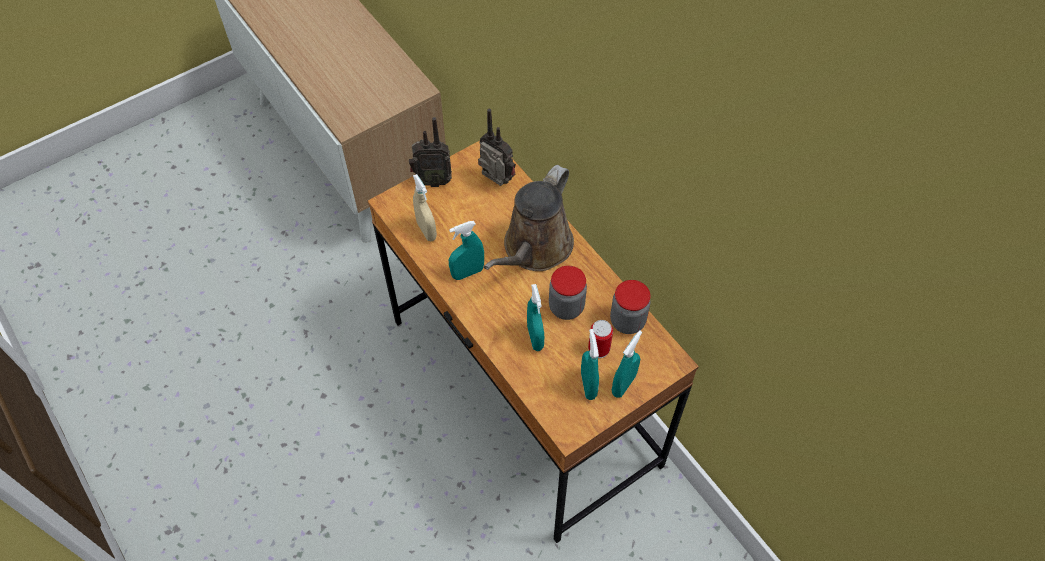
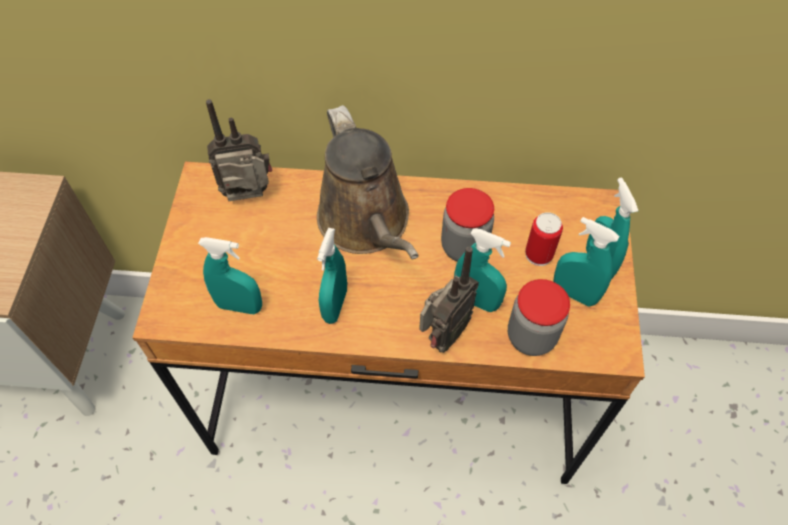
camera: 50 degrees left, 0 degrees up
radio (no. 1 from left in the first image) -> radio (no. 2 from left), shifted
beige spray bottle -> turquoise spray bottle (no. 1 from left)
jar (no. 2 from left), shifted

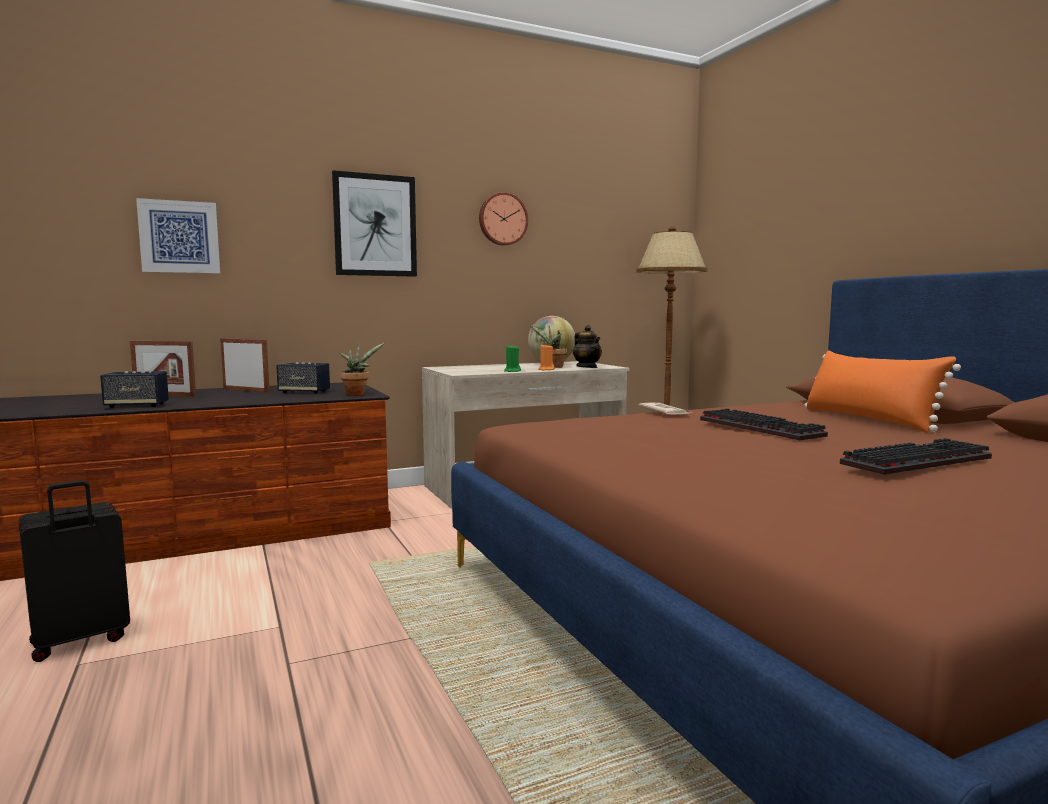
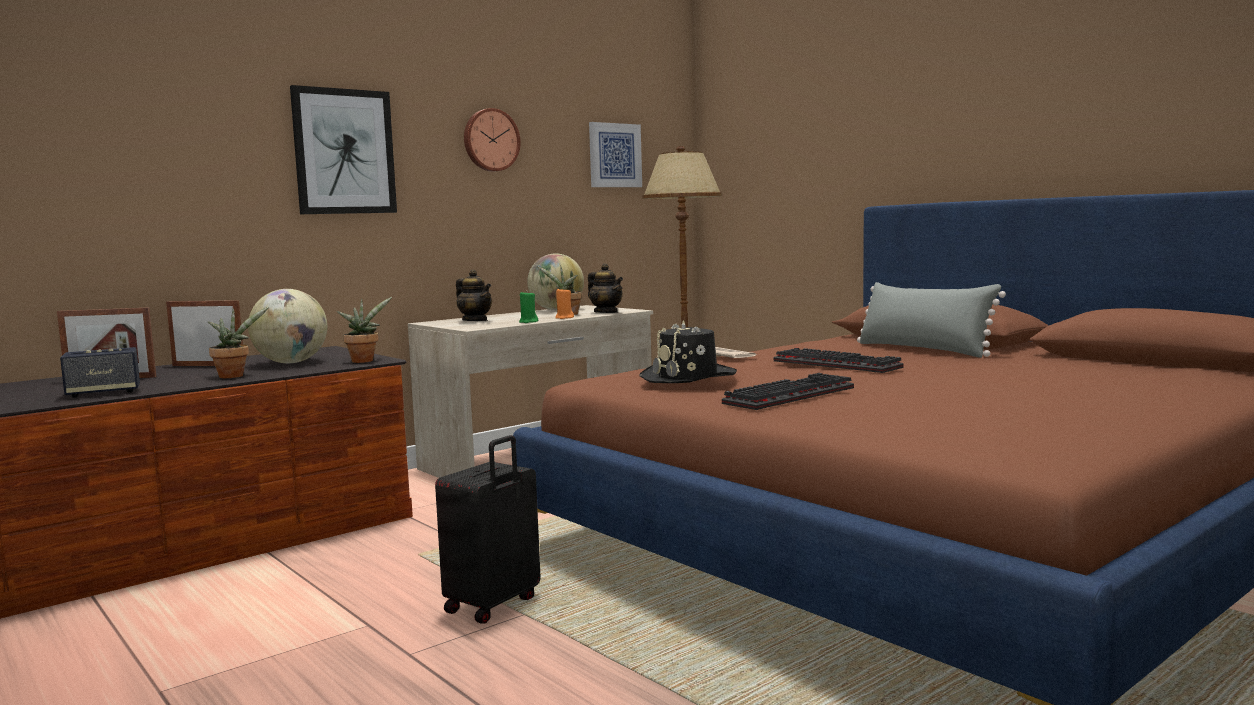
camera: 15 degrees left, 0 degrees up
black suitcase, shifted
picture (no. 1 from left in the first image) -> picture (no. 2 from left), shifted
speaker (no. 2 from left) -> globe (no. 1 from left)
orange pillow -> grey pillow
keyboard (no. 2 from left in the first image) -> keyboard (no. 1 from left), shifted
none -> potted plant (no. 1 from left)
none -> teapot (no. 1 from left)
none -> black hat

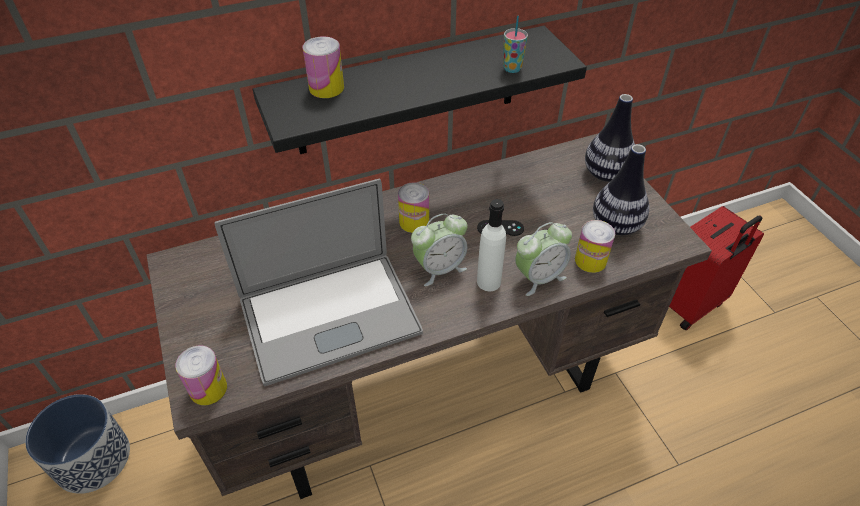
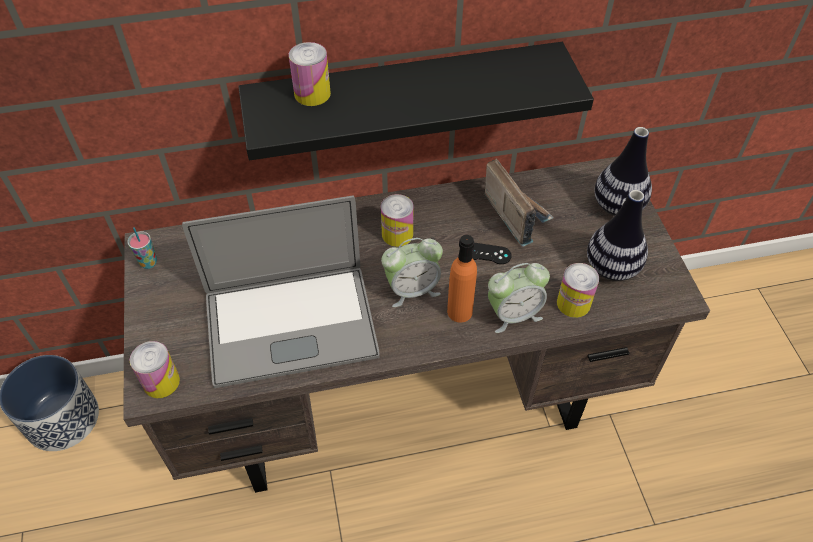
camera: 10 degrees right, 5 degrees up
white bottle -> orange bottle
cup, shifted
red suitcase -> none
none -> radio

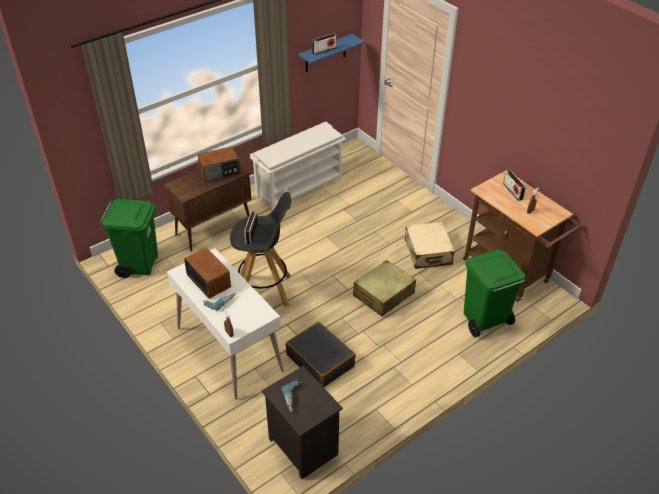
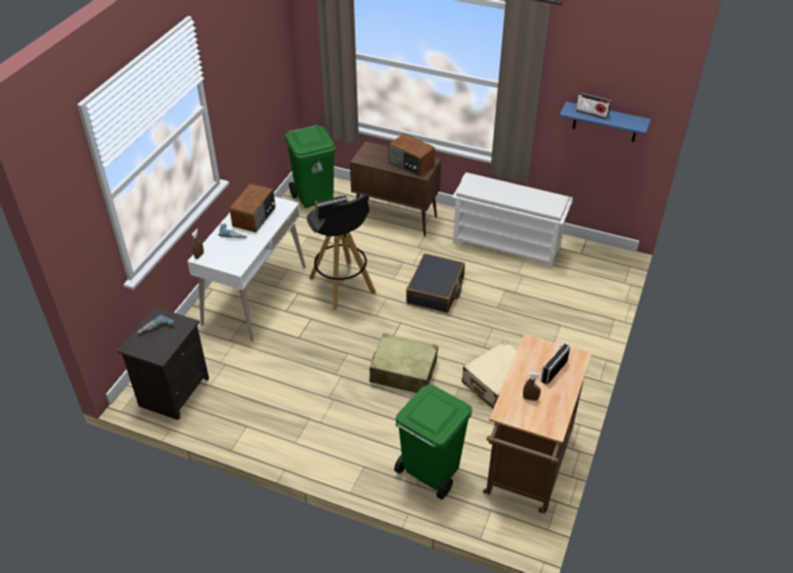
camera: 60 degrees right, 0 degrees up
black suitcase, shifted

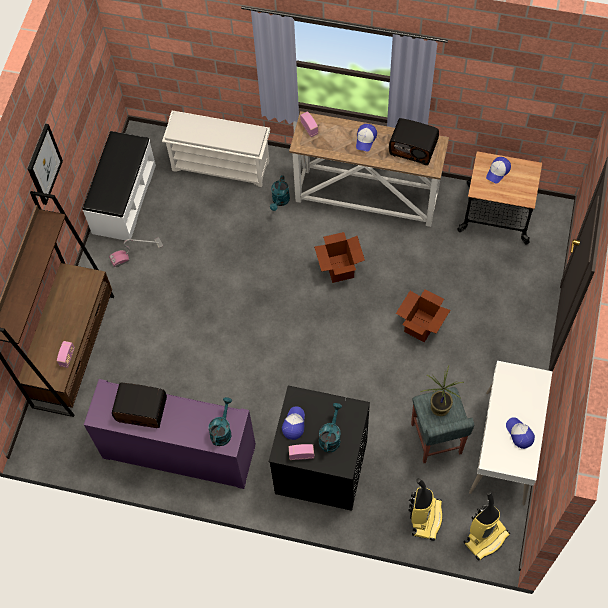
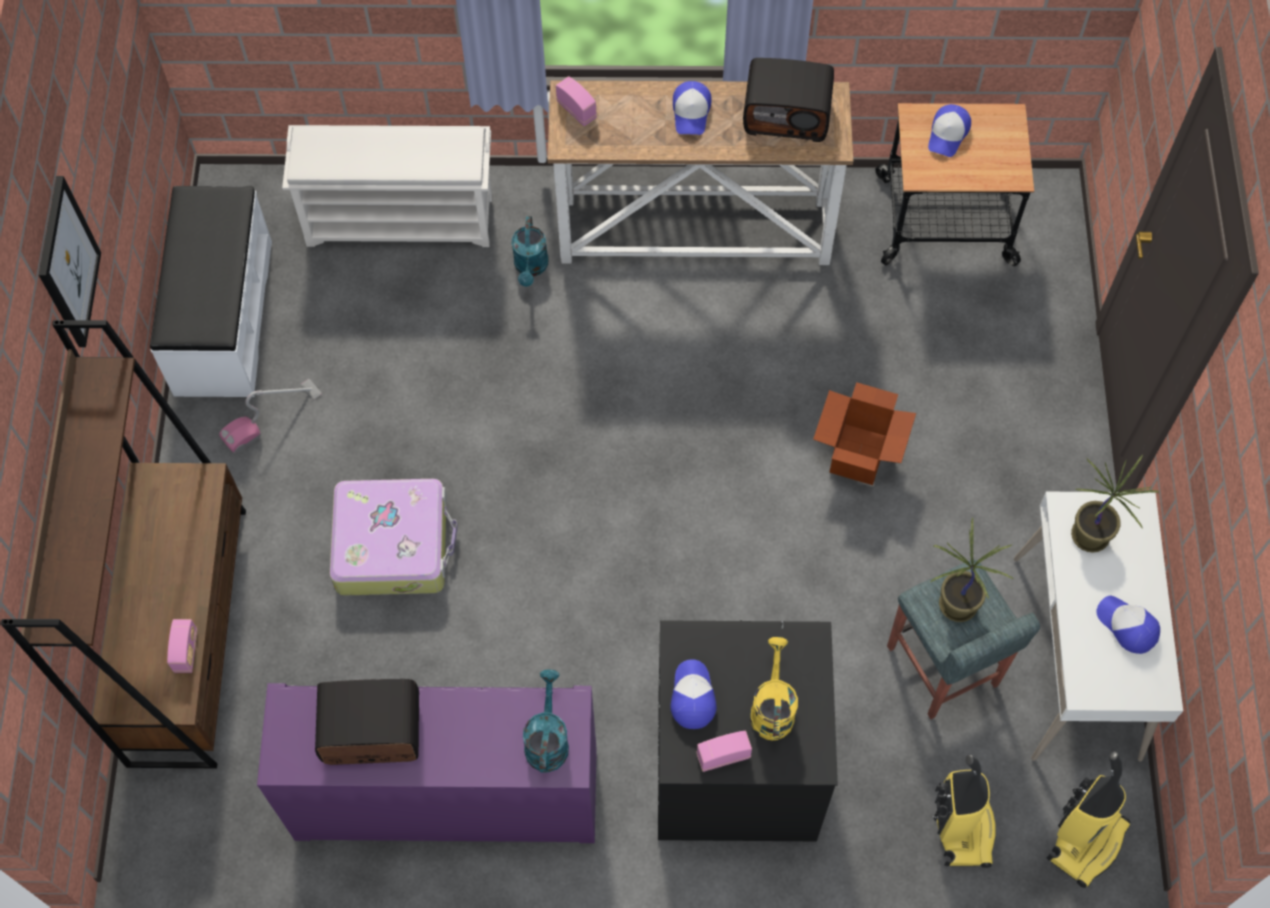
camera: 15 degrees left, 0 degrees up
cardboard box (no. 1 from left) -> none
turquoise watering can (no. 3 from left) -> yellow watering can
none -> suitcase
none -> potted plant (no. 2 from left)

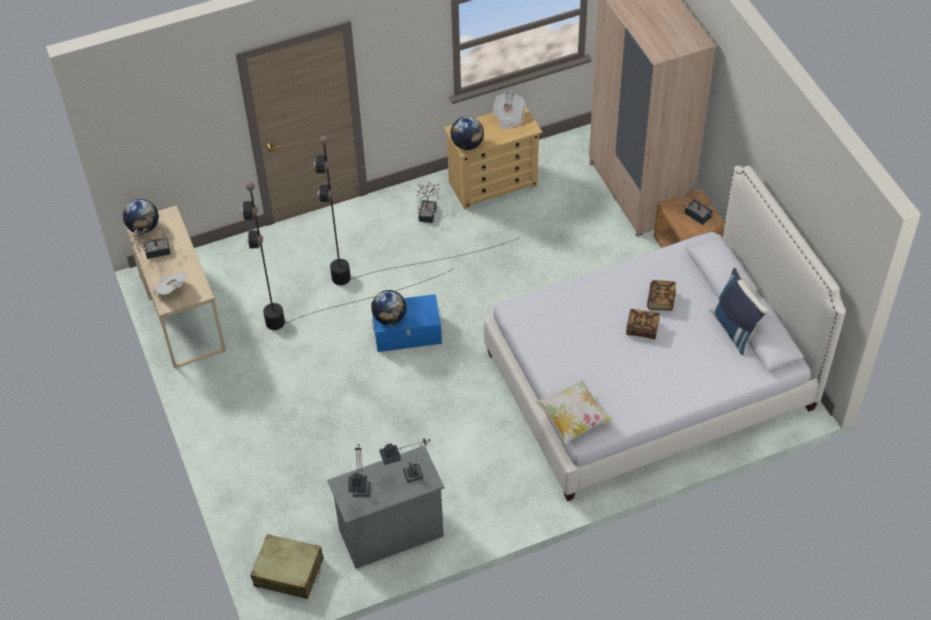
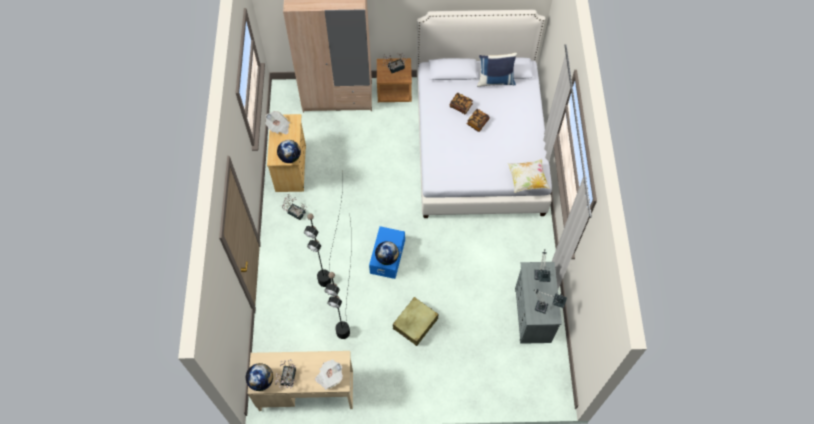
camera: 70 degrees left, 10 degrees up
beige suitcase, shifted

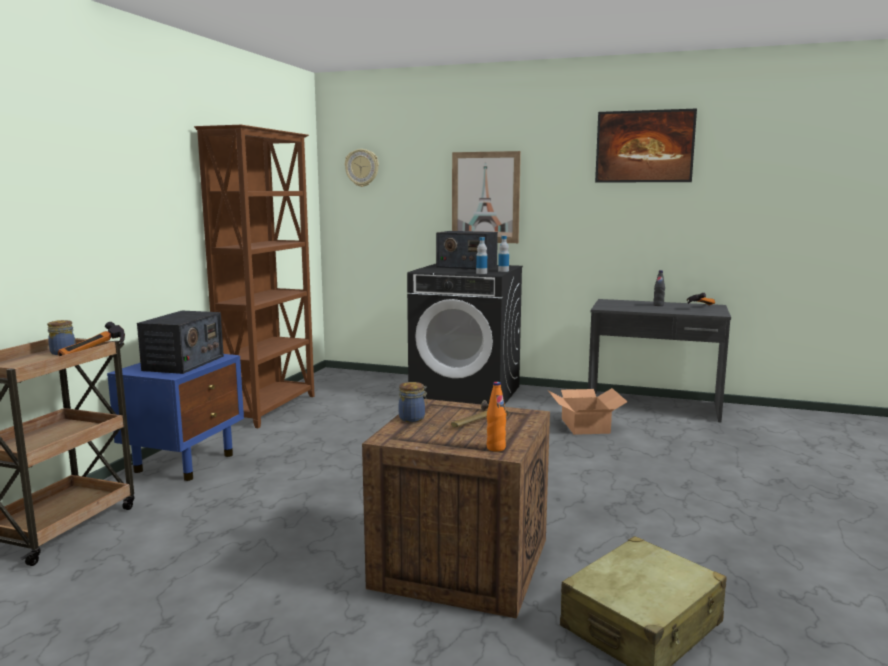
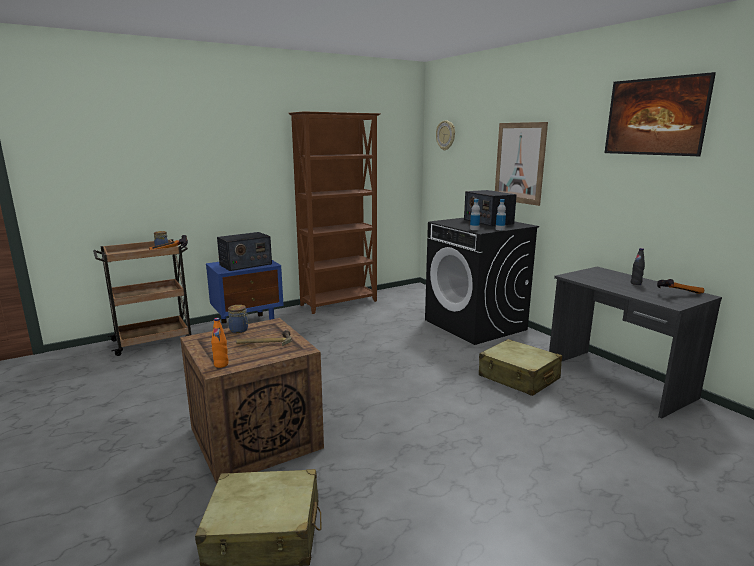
camera: 40 degrees right, 5 degrees up
cardboard box -> beige suitcase (no. 2 from left)

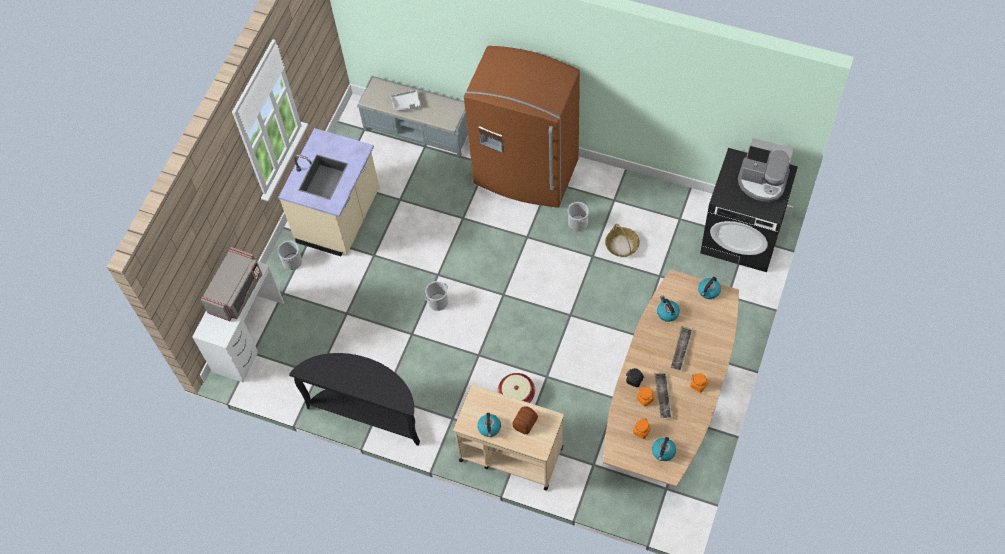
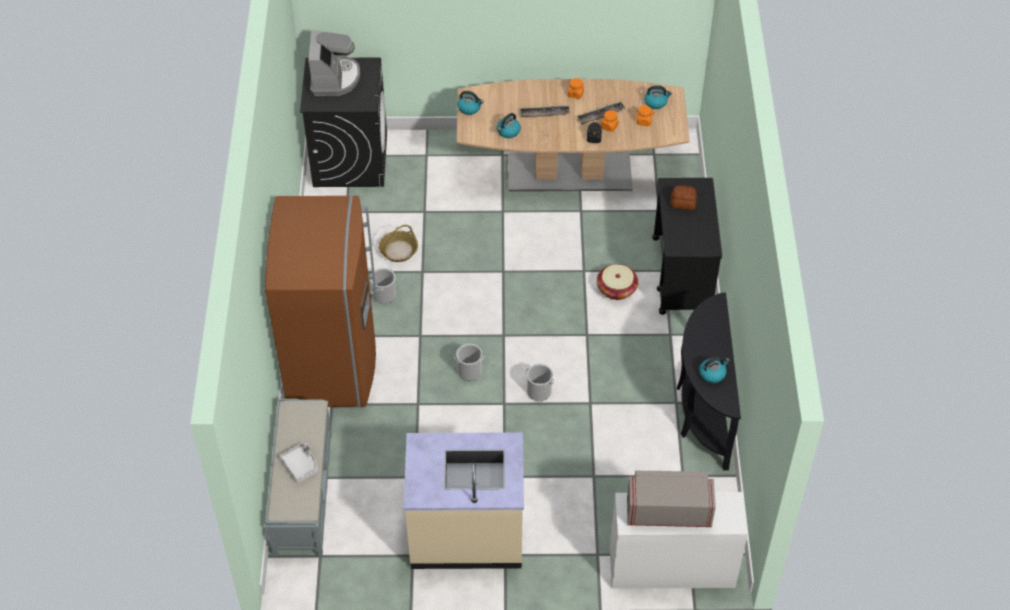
camera: 115 degrees left, 10 degrees down
bucket (no. 1 from left in the first image) -> bucket (no. 2 from left), shifted
beige cart -> black cart
kettle (no. 1 from left in the first image) -> kettle (no. 4 from left), shifted

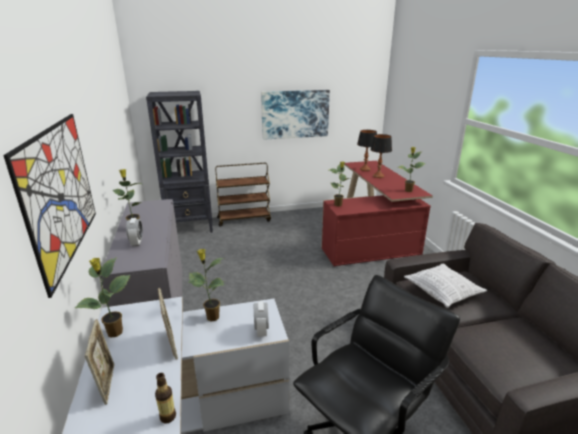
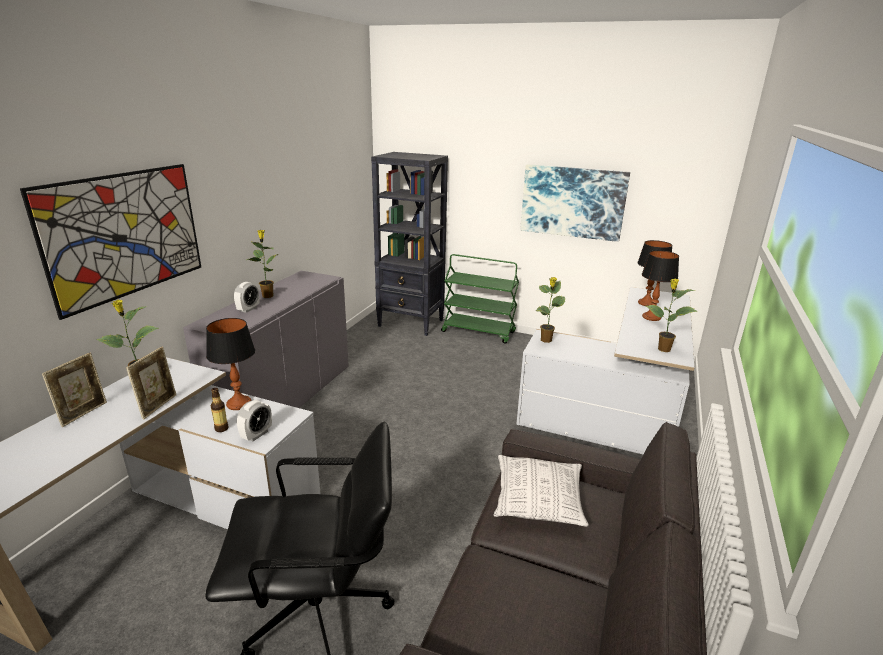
camera: 35 degrees right, 0 degrees up
bottle, shifted
potted plant (no. 3 from left) -> table lamp (no. 1 from left)
brown cart -> green cart
red desk -> white desk (no. 2 from left)

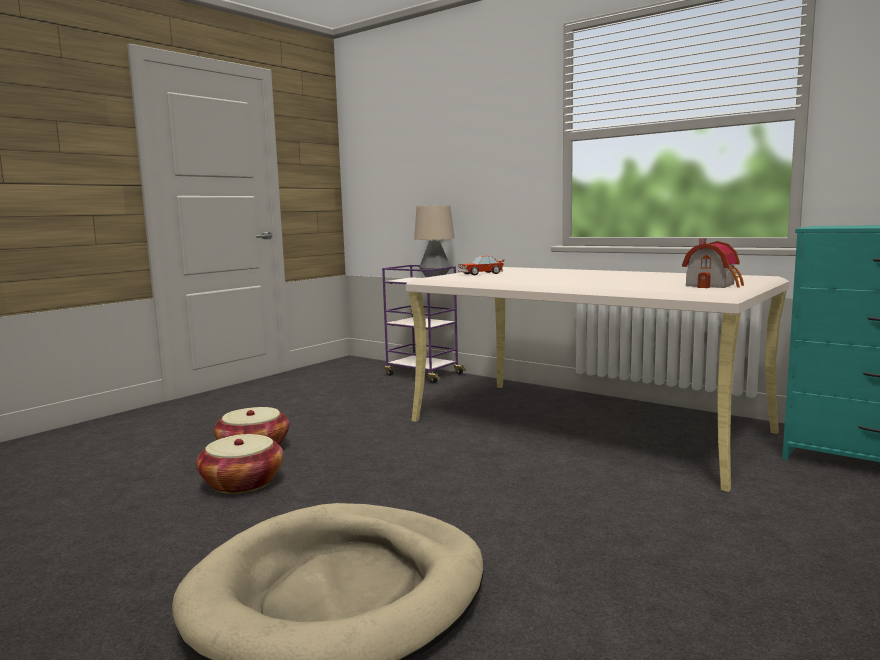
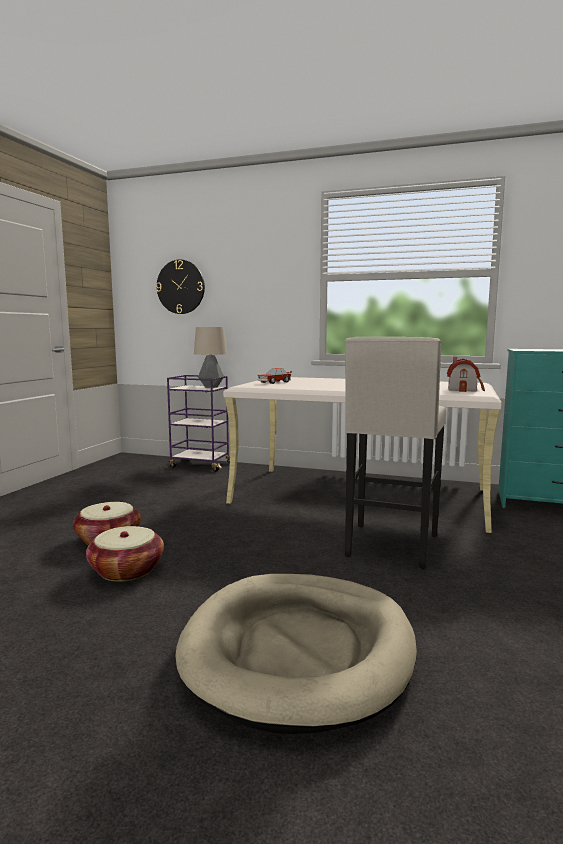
camera: 20 degrees left, 0 degrees up
none -> wall clock
none -> beige stool

